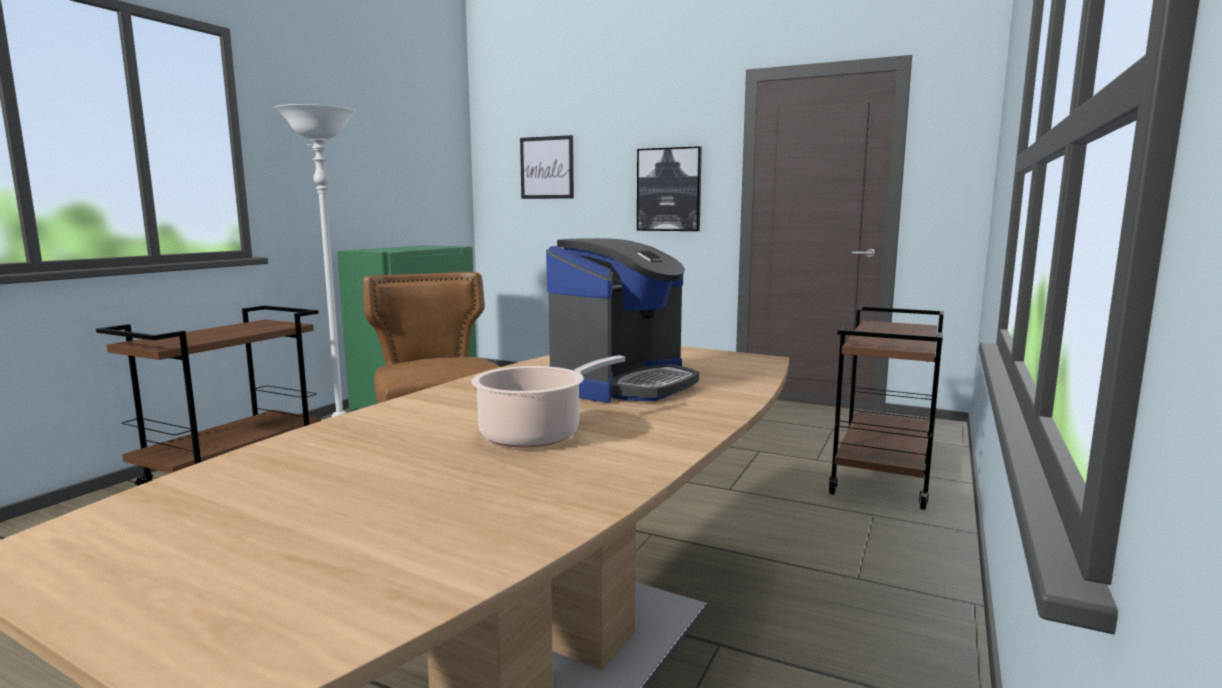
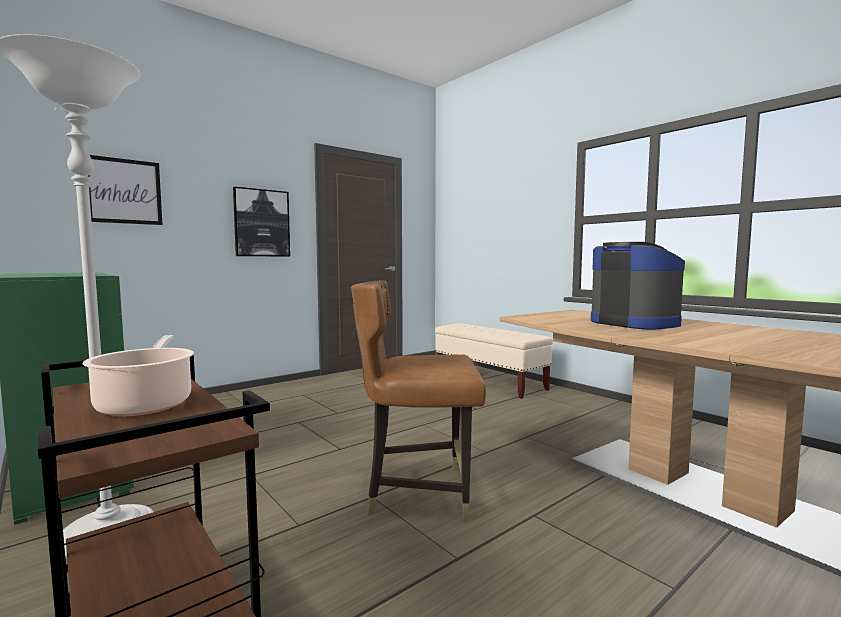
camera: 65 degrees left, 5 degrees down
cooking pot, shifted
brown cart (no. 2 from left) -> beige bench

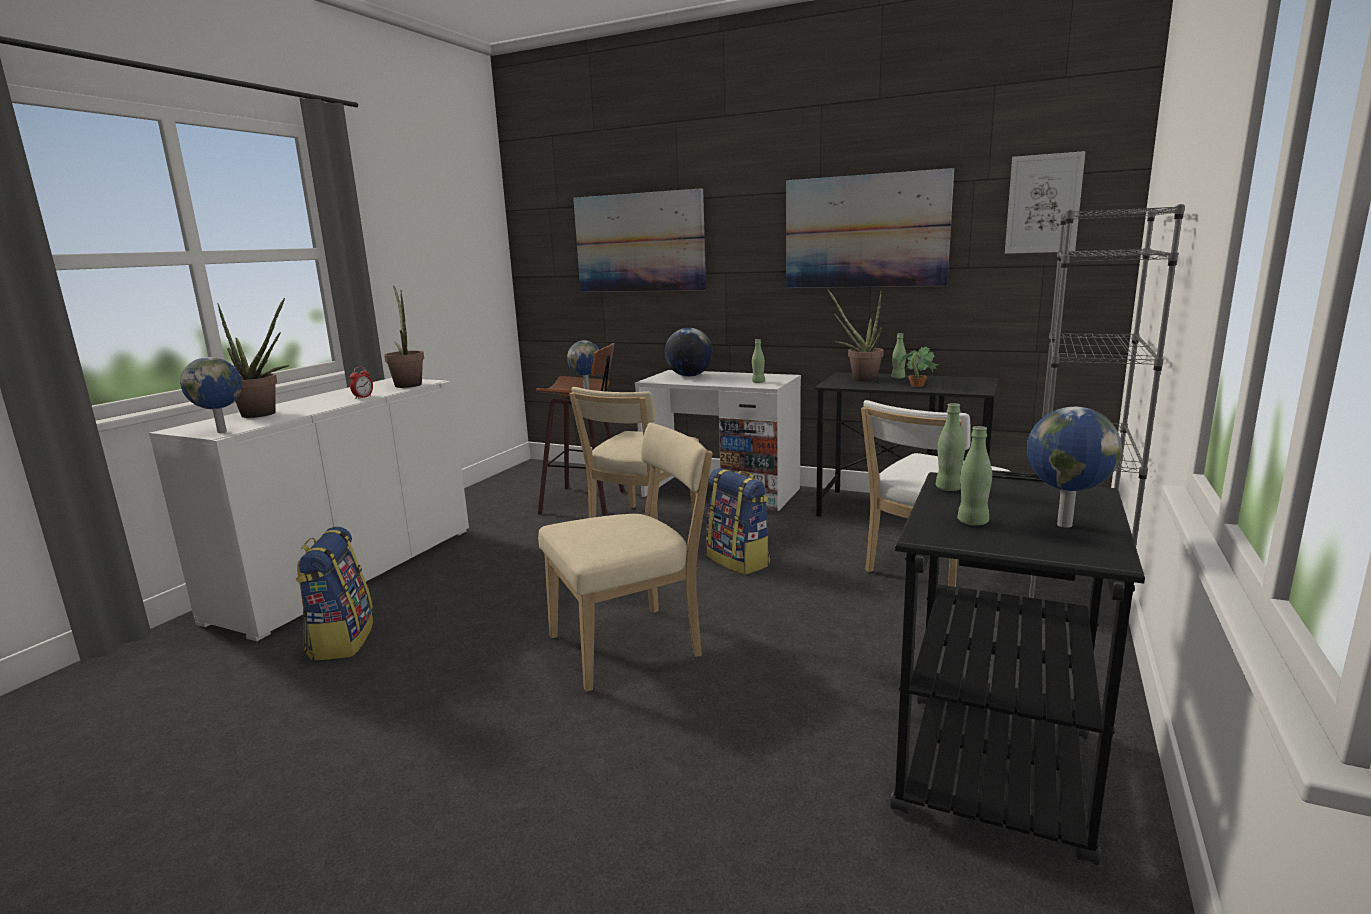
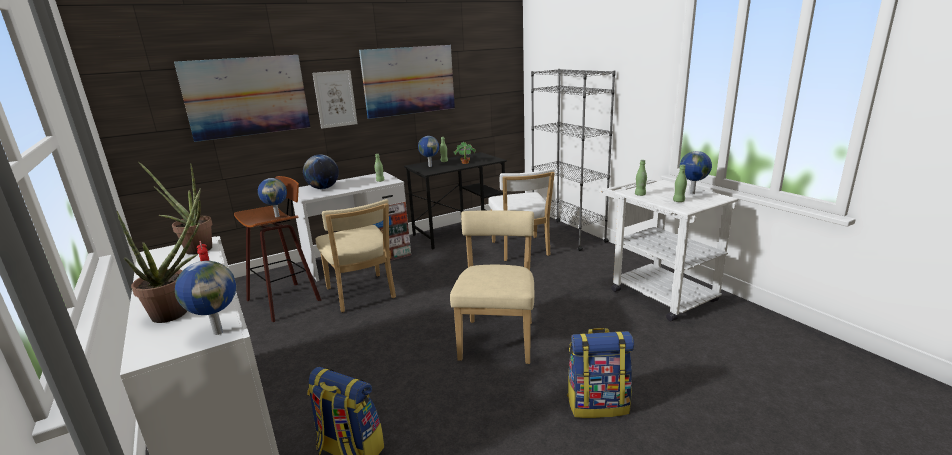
camera: 55 degrees left, 5 degrees up
backpack (no. 2 from left), shifted
potted plant (no. 3 from left) -> globe (no. 4 from left)
black cart -> white cart
picture (no. 3 from left in the first image) -> picture (no. 2 from left), shifted

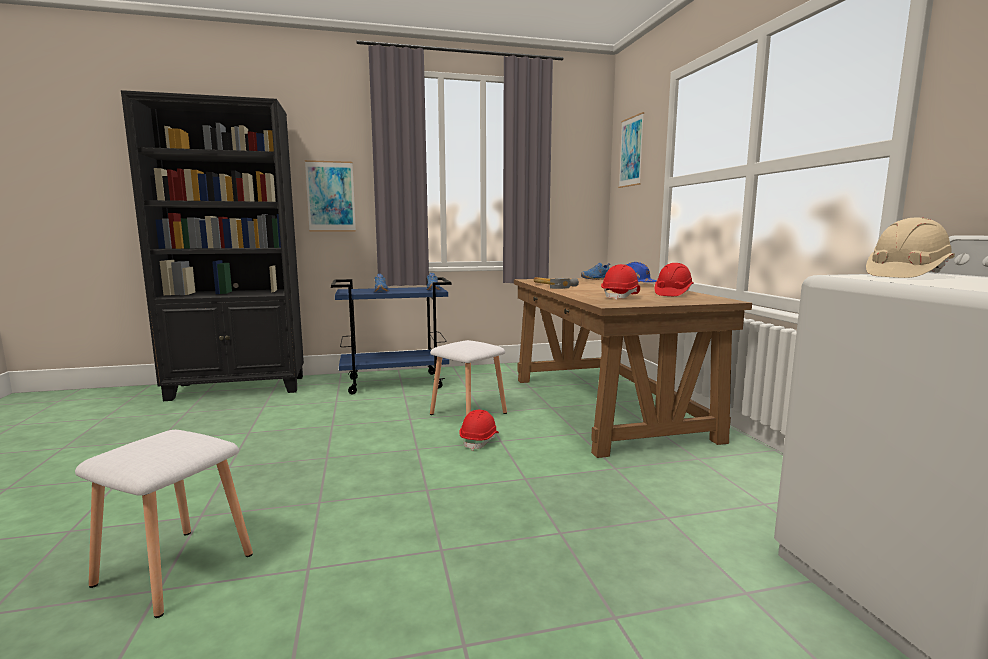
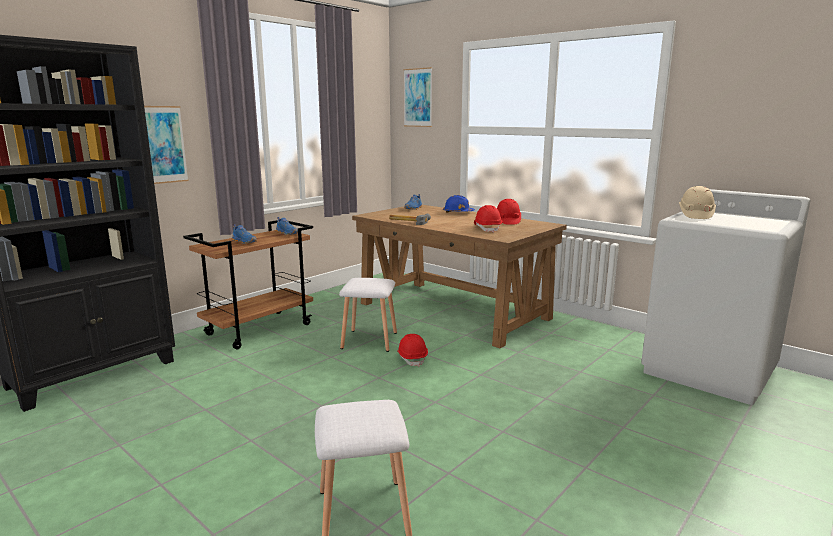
camera: 35 degrees left, 5 degrees up
blue cart -> brown cart

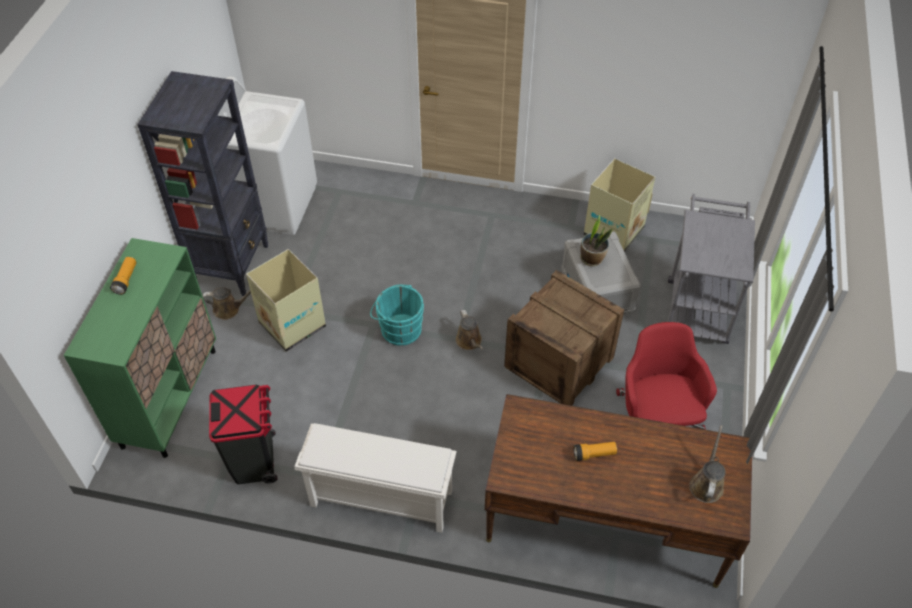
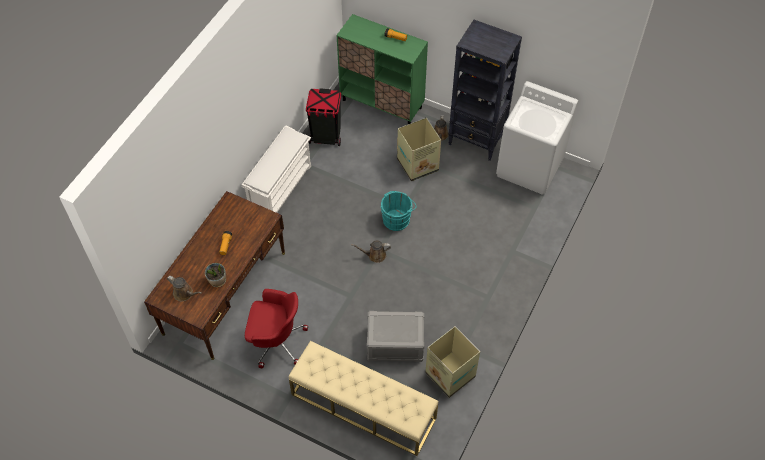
camera: 105 degrees right, 5 degrees up
crate -> none
potted plant, shifted
grey cart -> beige bench

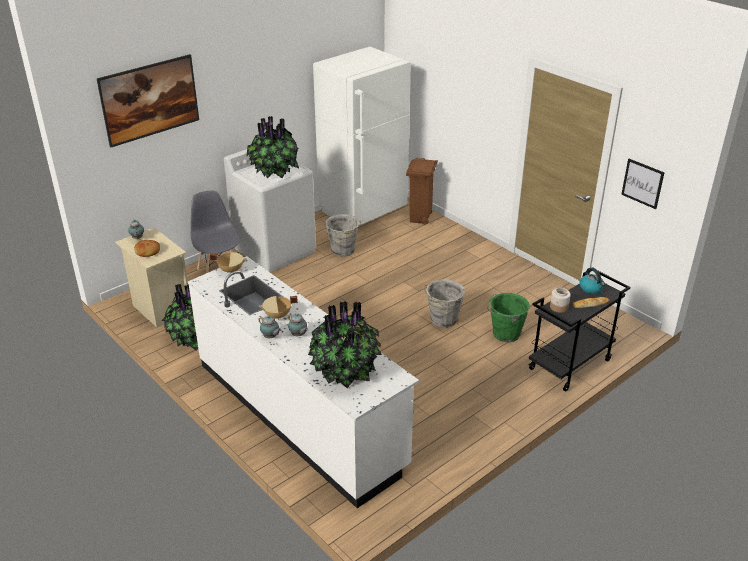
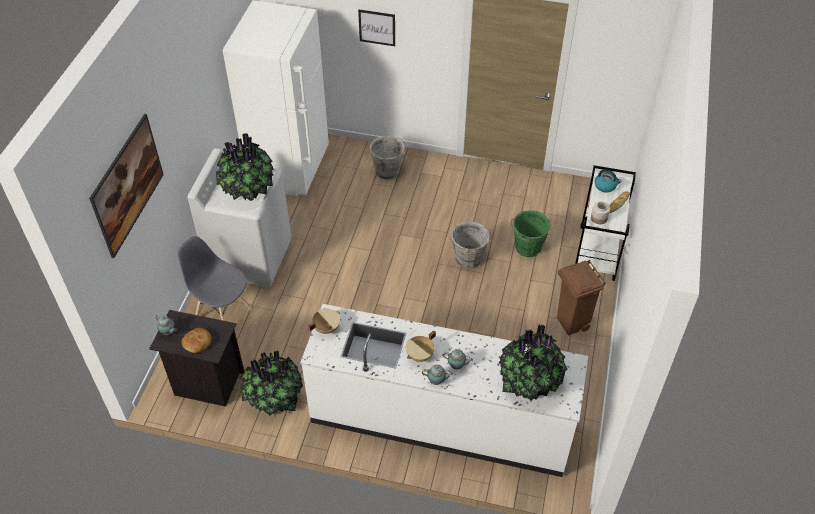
camera: 35 degrees left, 15 degrees up
beige nightstand -> black nightstand
grey bucket (no. 1 from left), shifted
brown trash can, shifted
black cart -> white cart
picture (no. 2 from left), shifted

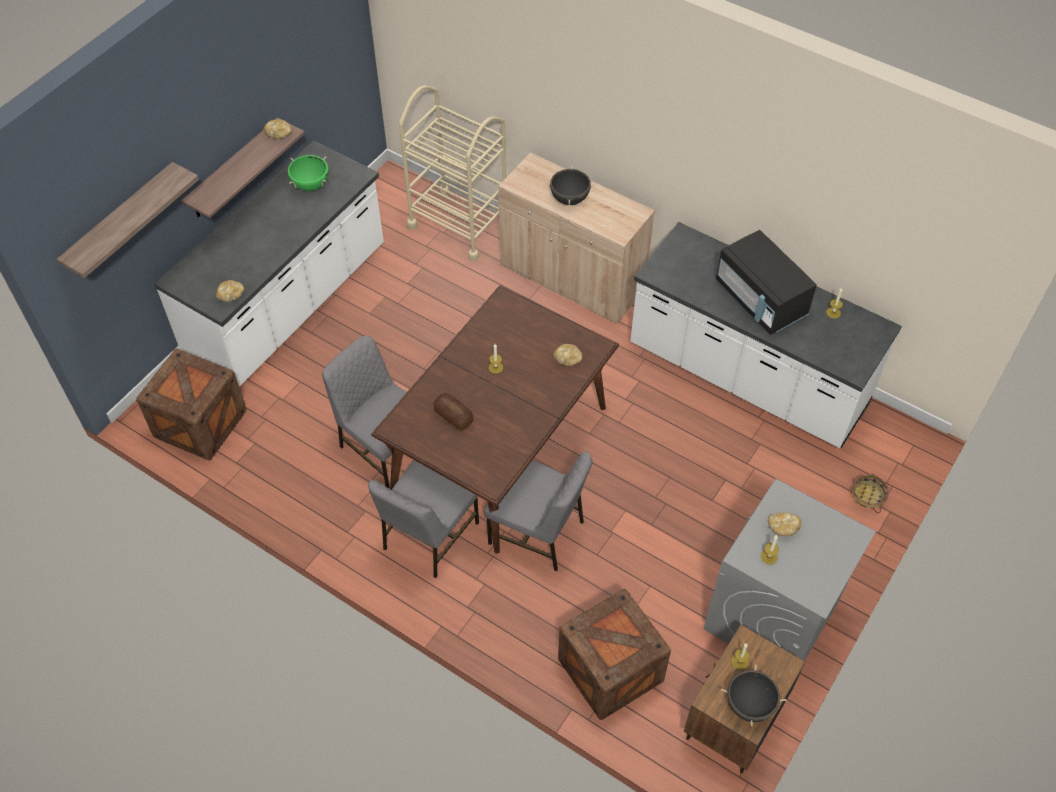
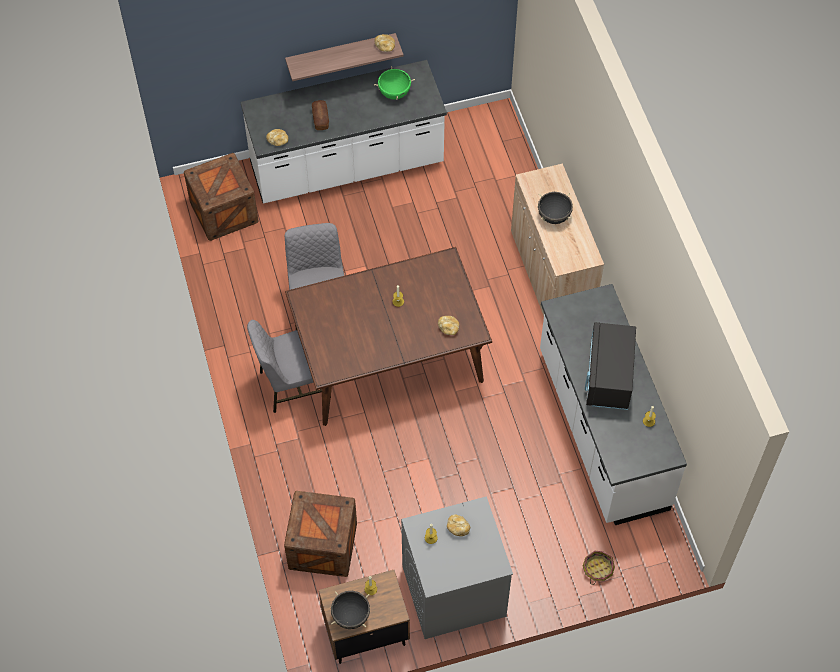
camera: 40 degrees right, 5 degrees up
shelf (no. 1 from left) -> none
beige cart -> none
bread (no. 3 from left in the first image) -> bread (no. 2 from left), shifted
grey chair (no. 3 from left) -> none

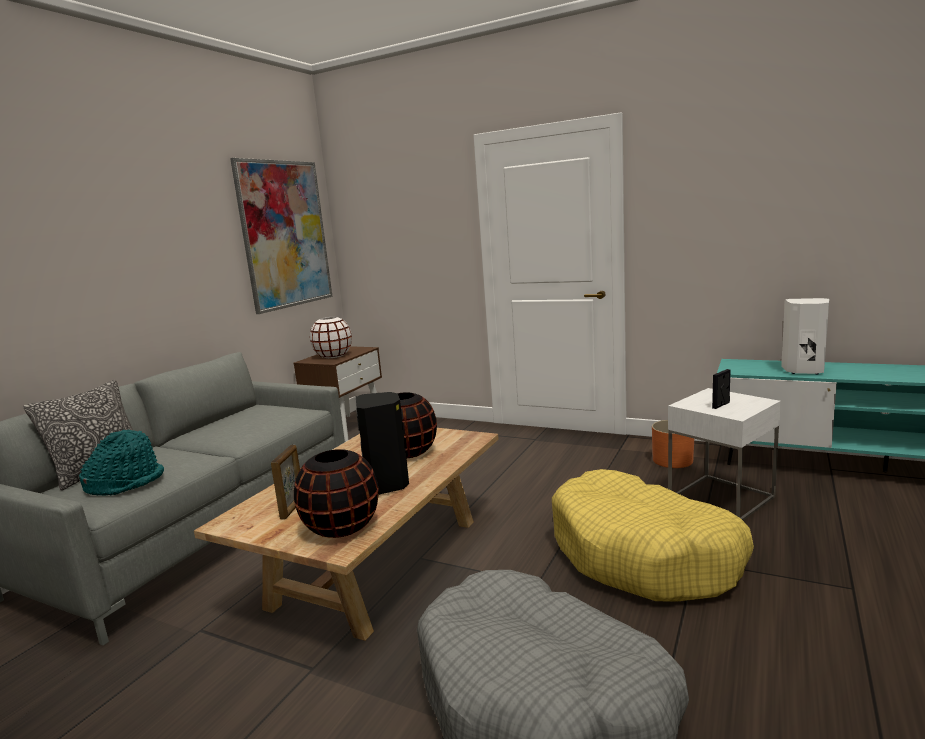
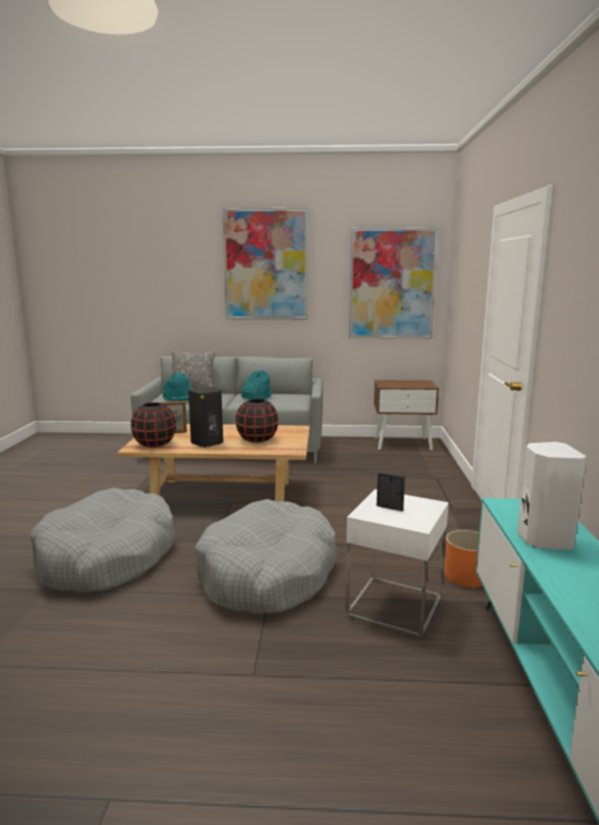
camera: 65 degrees right, 0 degrees up
white vase -> none
yellow dog bed -> grey dog bed (no. 2 from left)
none -> picture (no. 1 from left)
none -> turquoise hat (no. 2 from left)

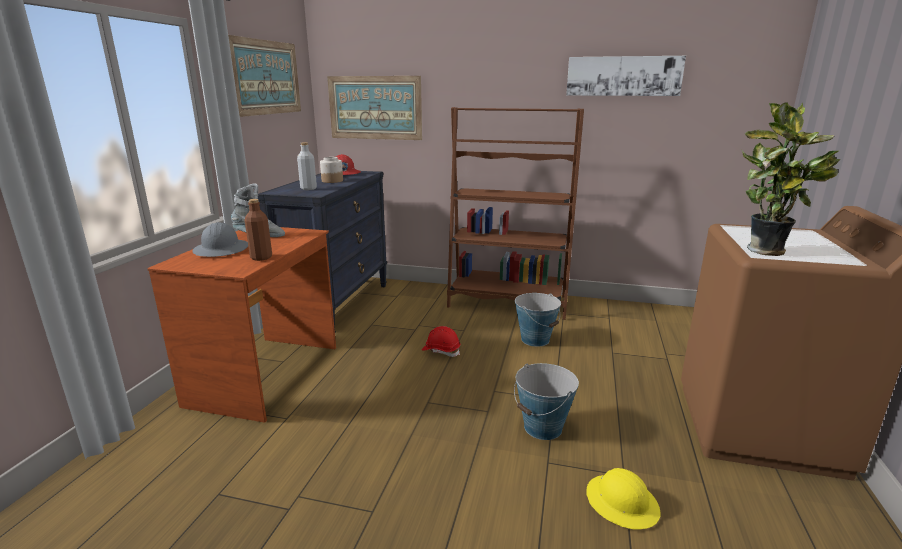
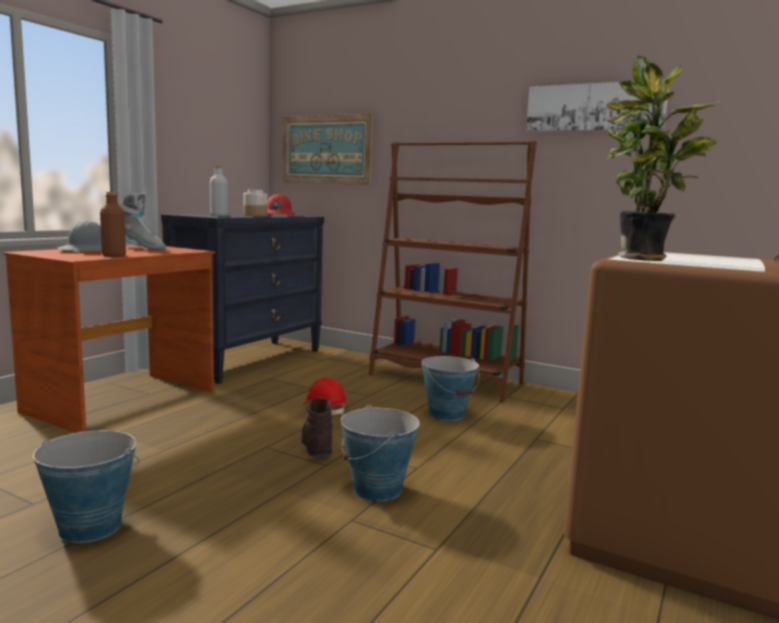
camera: 15 degrees right, 10 degrees down
picture (no. 1 from left) -> none
yellow hard hat -> none
none -> bucket (no. 1 from left)
none -> brown boot

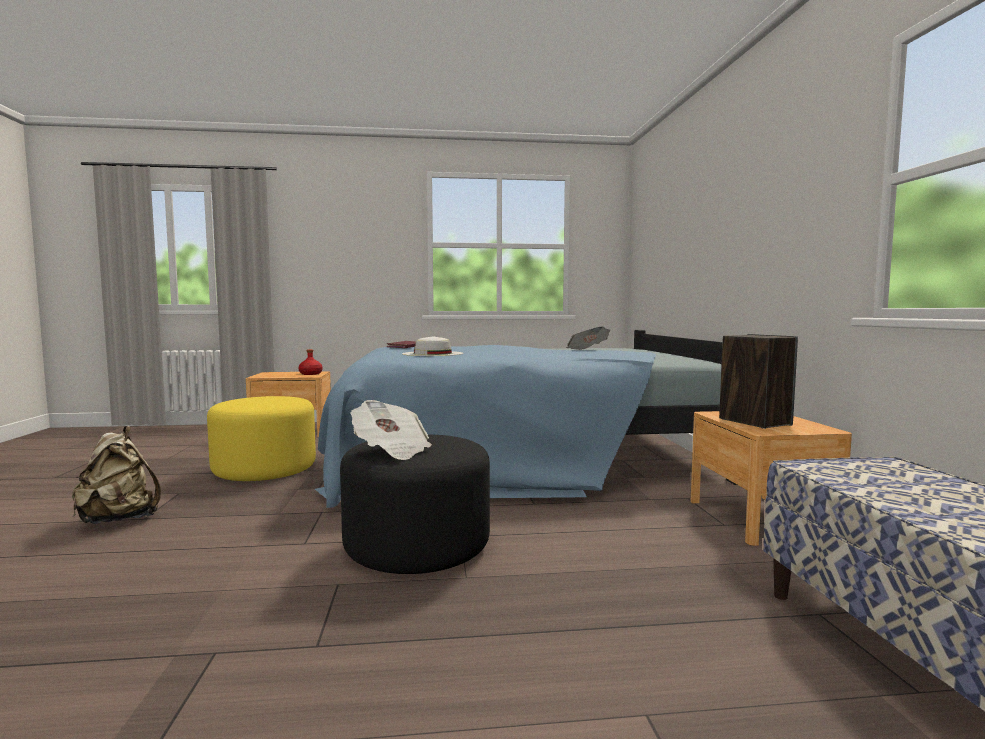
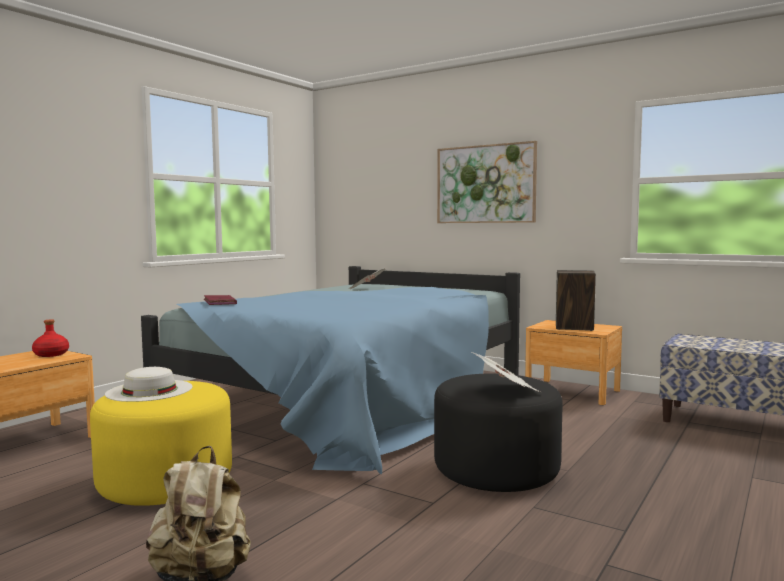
camera: 50 degrees left, 0 degrees up
white hat, shifted
none -> picture

